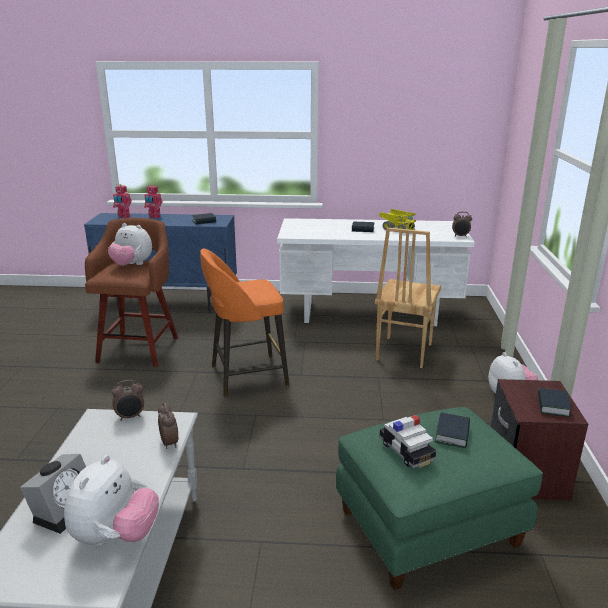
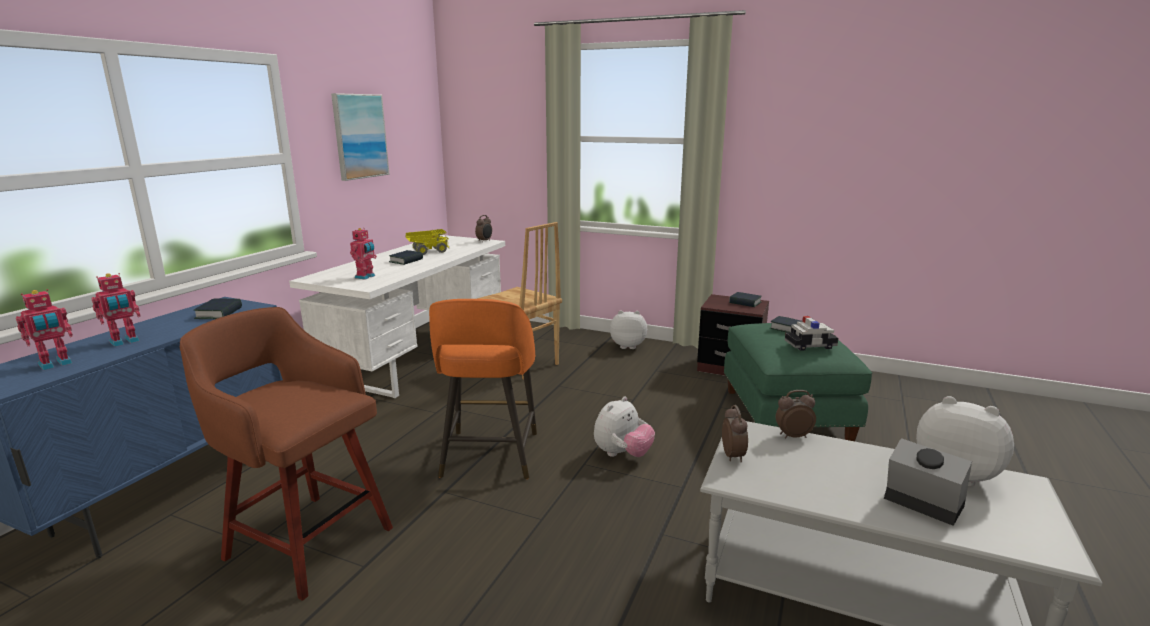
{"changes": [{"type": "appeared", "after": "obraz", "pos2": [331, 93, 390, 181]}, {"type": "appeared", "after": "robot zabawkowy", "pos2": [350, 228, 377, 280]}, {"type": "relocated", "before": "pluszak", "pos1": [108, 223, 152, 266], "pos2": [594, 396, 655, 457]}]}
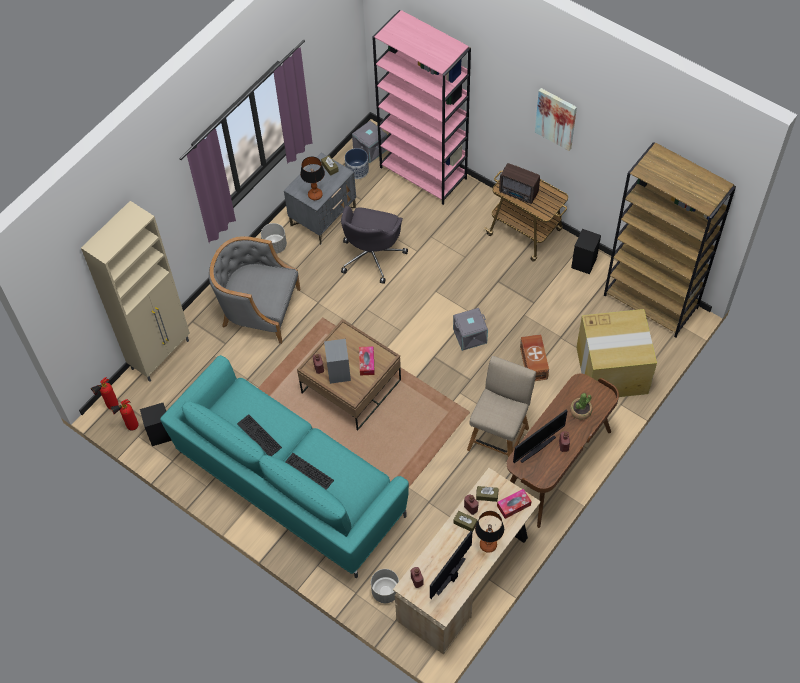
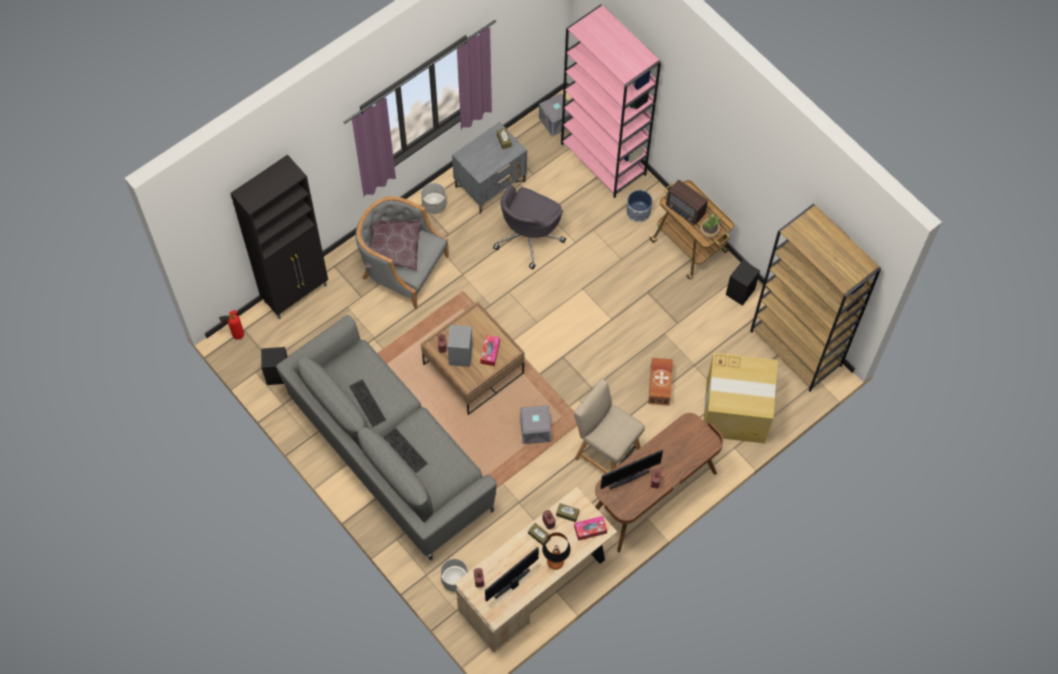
{"changes": [{"type": "colour", "before": "szafka/beżowy", "after": "szafka/czarny", "pos1": [81, 201, 190, 382], "pos2": [231, 155, 328, 319]}, {"type": "colour", "before": "kanapa/turkusowy", "after": "kanapa/szary", "pos1": [160, 355, 409, 578], "pos2": [276, 315, 496, 560]}, {"type": "appeared", "after": "poduszka/brązowy", "pos2": [365, 220, 422, 270]}, {"type": "relocated", "before": "pojemnik do przechowywania/szary", "pos1": [453, 308, 488, 351], "pos2": [519, 405, 552, 444]}, {"type": "spun", "before": "krzesło/beżowy", "pos1": [467, 356, 536, 457], "pos2": [574, 379, 645, 474], "turn": -90}, {"type": "relocated", "before": "donica", "pos1": [345, 148, 369, 179], "pos2": [626, 190, 652, 222]}, {"type": "relocated", "before": "roślina doniczkowa", "pos1": [570, 393, 593, 420], "pos2": [700, 214, 721, 239]}, {"type": "missing", "before": "gaśnica", "pos1": [110, 399, 139, 430]}, {"type": "missing", "before": "lampa stołowa", "pos1": [300, 156, 325, 200]}, {"type": "missing", "before": "obraz", "pos1": [535, 88, 577, 151]}]}
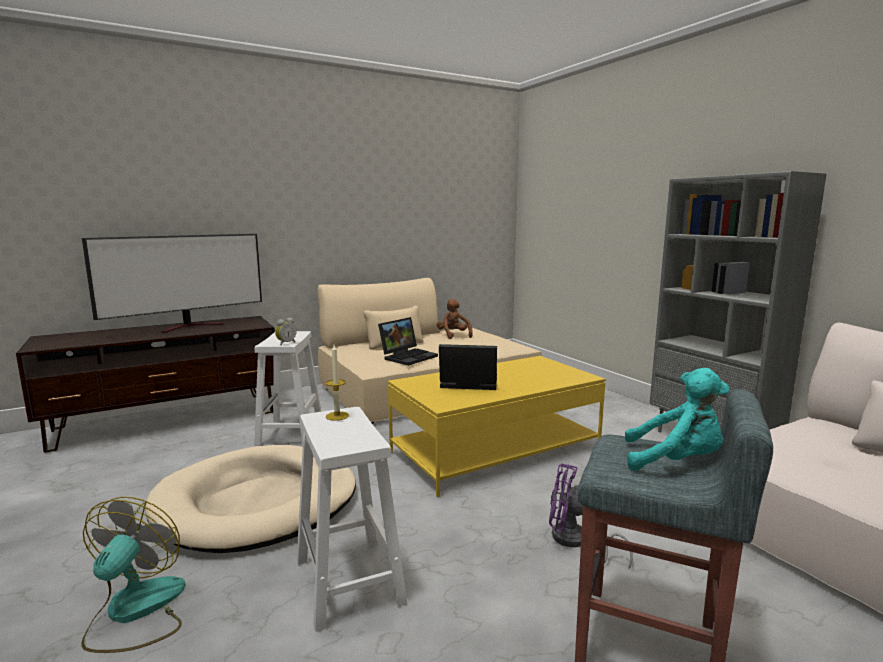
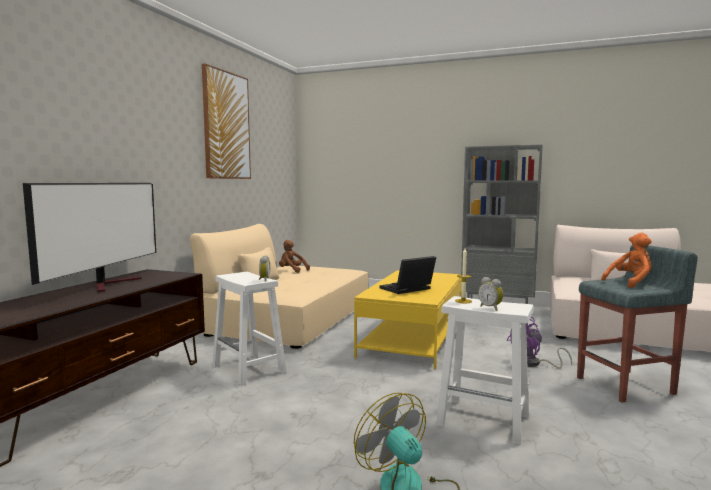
{"changes": [{"type": "appeared", "after": "obraz", "pos2": [202, 63, 251, 179]}, {"type": "appeared", "after": "budzik", "pos2": [478, 277, 503, 311]}, {"type": "colour", "before": "pluszak/turkusowy", "after": "pluszak/pomarańczowy", "pos1": [625, 368, 729, 471], "pos2": [601, 233, 652, 288]}, {"type": "missing", "before": "legowisko/beżowy", "pos1": [145, 445, 356, 553]}, {"type": "missing", "before": "laptop", "pos1": [378, 317, 438, 366]}]}
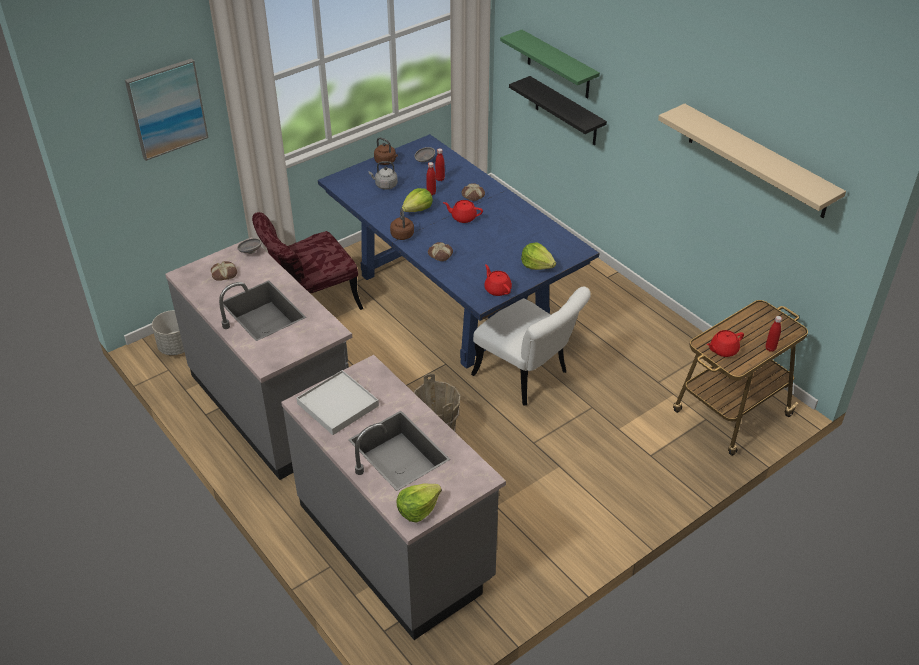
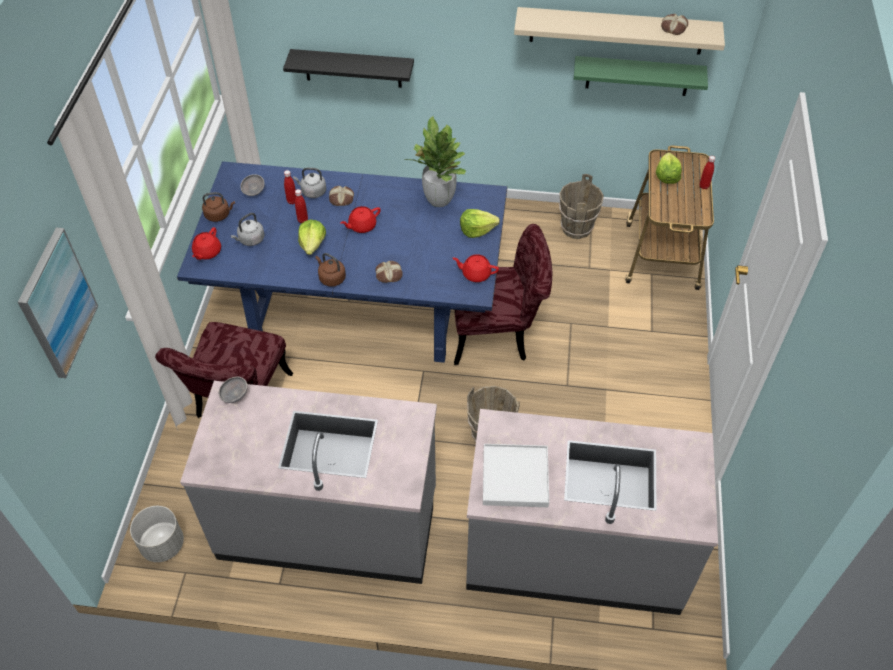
{"changes": [{"type": "relocated", "before": "imbryk/czerwony", "pos1": [707, 330, 744, 357], "pos2": [192, 227, 221, 260]}, {"type": "appeared", "after": "czajnik/szary", "pos2": [293, 168, 326, 198]}, {"type": "appeared", "after": "roślina doniczkowa", "pos2": [404, 116, 466, 207]}, {"type": "colour", "before": "krzesło/biały", "after": "krzesło/czerwony", "pos1": [471, 286, 591, 406], "pos2": [451, 224, 553, 365]}, {"type": "appeared", "after": "wiadro/brązowy", "pos2": [559, 174, 604, 239]}, {"type": "relocated", "before": "półka/zielony", "pos1": [500, 30, 600, 99], "pos2": [574, 56, 708, 96]}, {"type": "relocated", "before": "sałata", "pos1": [396, 484, 442, 523], "pos2": [656, 152, 682, 184]}, {"type": "relocated", "before": "chleb", "pos1": [211, 261, 237, 281], "pos2": [661, 14, 688, 35]}]}
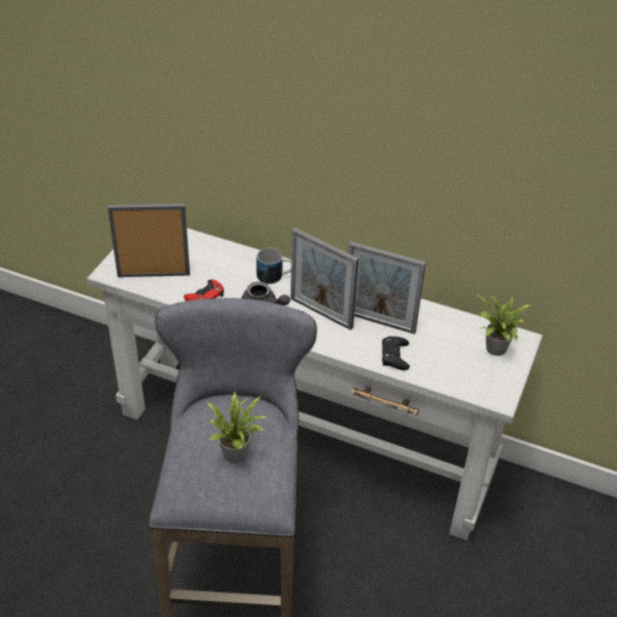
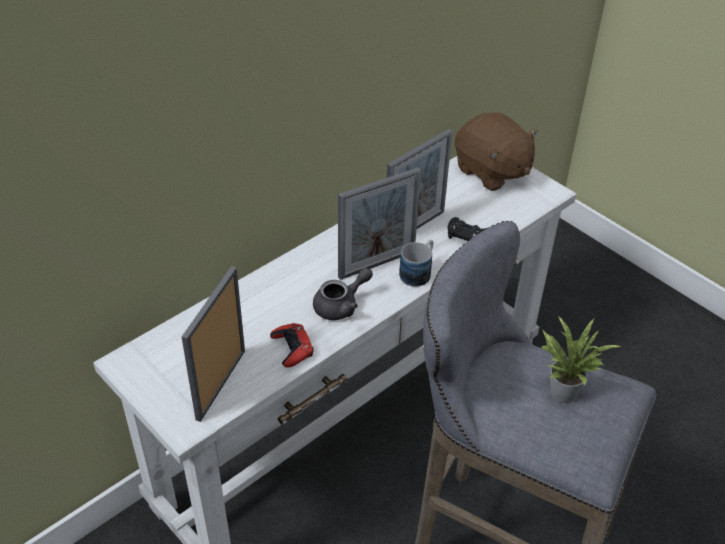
{"changes": [{"type": "relocated", "before": "kubek", "pos1": [257, 248, 291, 284], "pos2": [399, 240, 433, 287]}, {"type": "exchanged", "before": "roślina doniczkowa", "after": "pluszak/brązowy", "pos1": [475, 294, 531, 356], "pos2": [455, 112, 538, 191]}]}
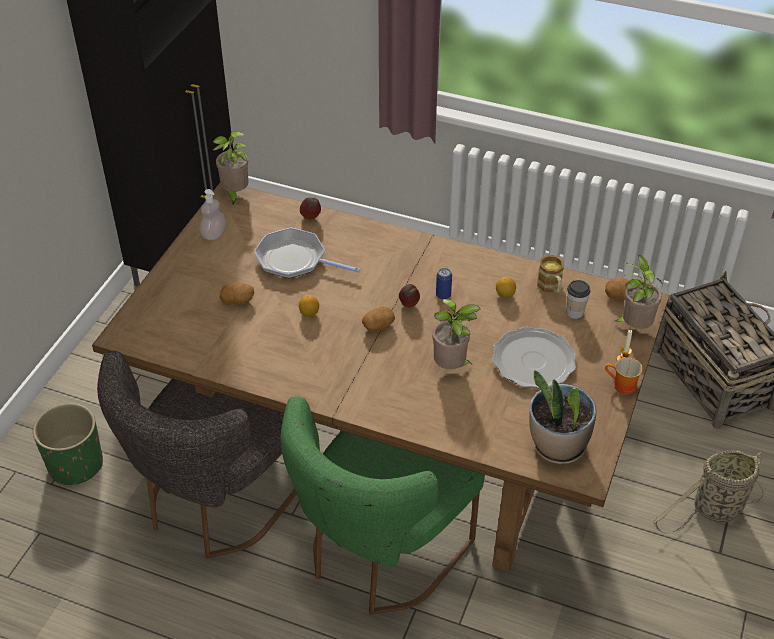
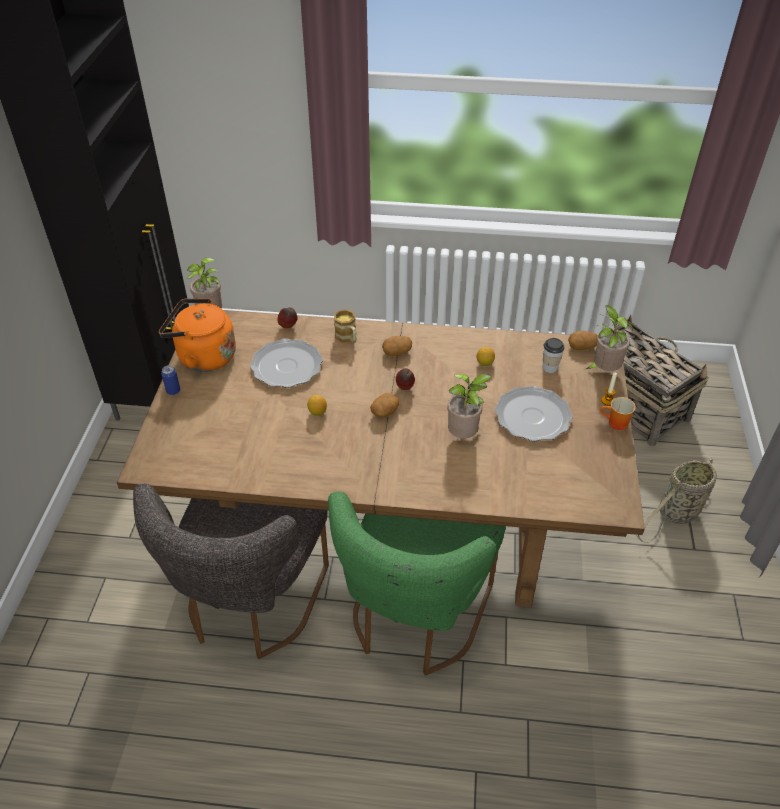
{"changes": [{"type": "exchanged", "before": "dozownik mydła", "after": "czajnik/pomarańczowy", "pos1": [200, 189, 226, 240], "pos2": [159, 298, 236, 372]}, {"type": "relocated", "before": "puszka", "pos1": [436, 268, 452, 300], "pos2": [161, 365, 180, 395]}, {"type": "exchanged", "before": "patelnia", "after": "talerz", "pos1": [254, 228, 361, 278], "pos2": [250, 339, 323, 388]}, {"type": "relocated", "before": "kubek", "pos1": [537, 255, 564, 295], "pos2": [334, 309, 357, 343]}, {"type": "relocated", "before": "ziemniak", "pos1": [220, 282, 254, 305], "pos2": [382, 336, 412, 356]}, {"type": "missing", "before": "donica/zielony", "pos1": [33, 403, 103, 486]}, {"type": "missing", "before": "roślina doniczkowa", "pos1": [529, 370, 597, 464]}]}
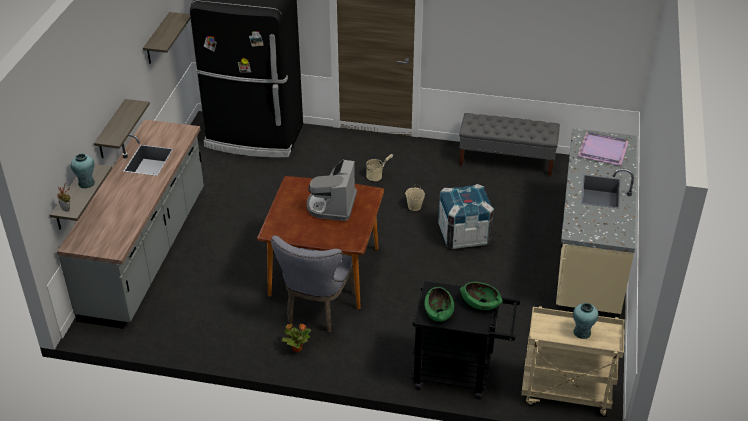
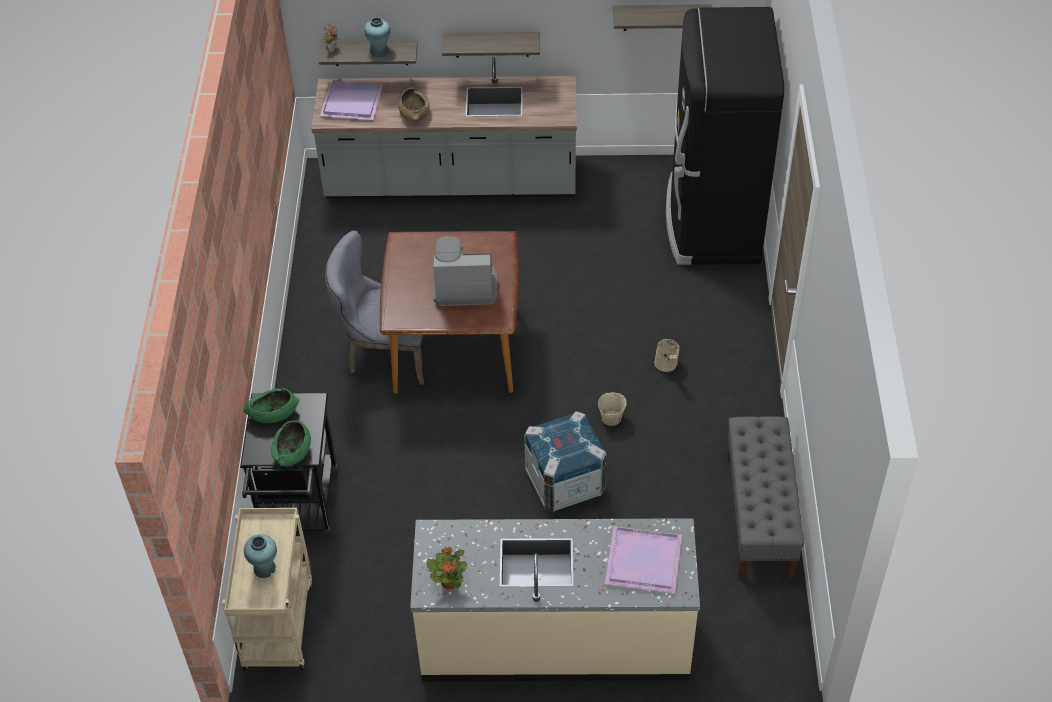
{"changes": [{"type": "appeared", "after": "taca/fioletowy", "pos2": [320, 81, 383, 120]}, {"type": "appeared", "after": "miska/brązowy", "pos2": [398, 87, 430, 123]}, {"type": "relocated", "before": "roślina doniczkowa", "pos1": [282, 323, 311, 352], "pos2": [427, 547, 467, 590]}]}
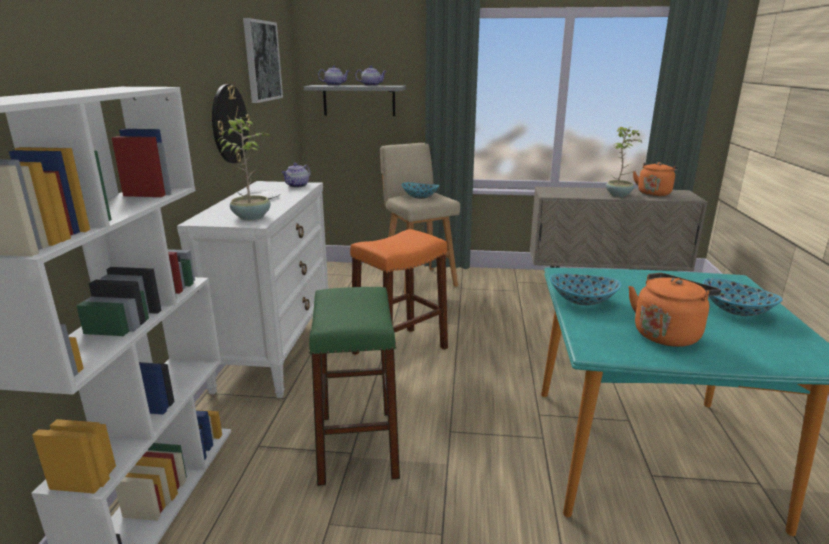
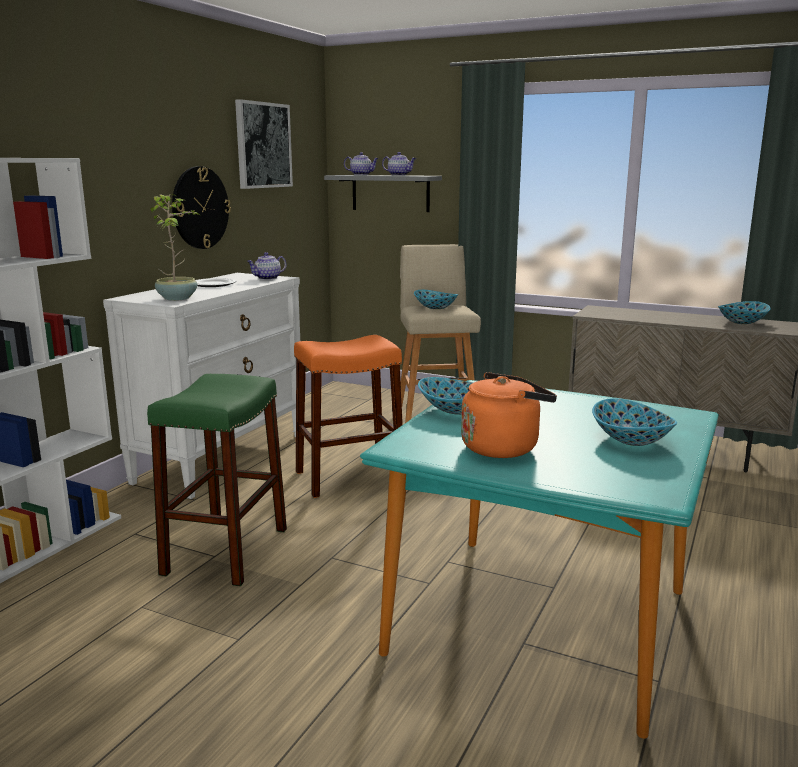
{"changes": [{"type": "exchanged", "before": "czajnik/pomarańczowy", "after": "miska", "pos1": [633, 162, 678, 196], "pos2": [718, 301, 771, 324]}, {"type": "missing", "before": "roślina doniczkowa", "pos1": [606, 127, 642, 197]}]}
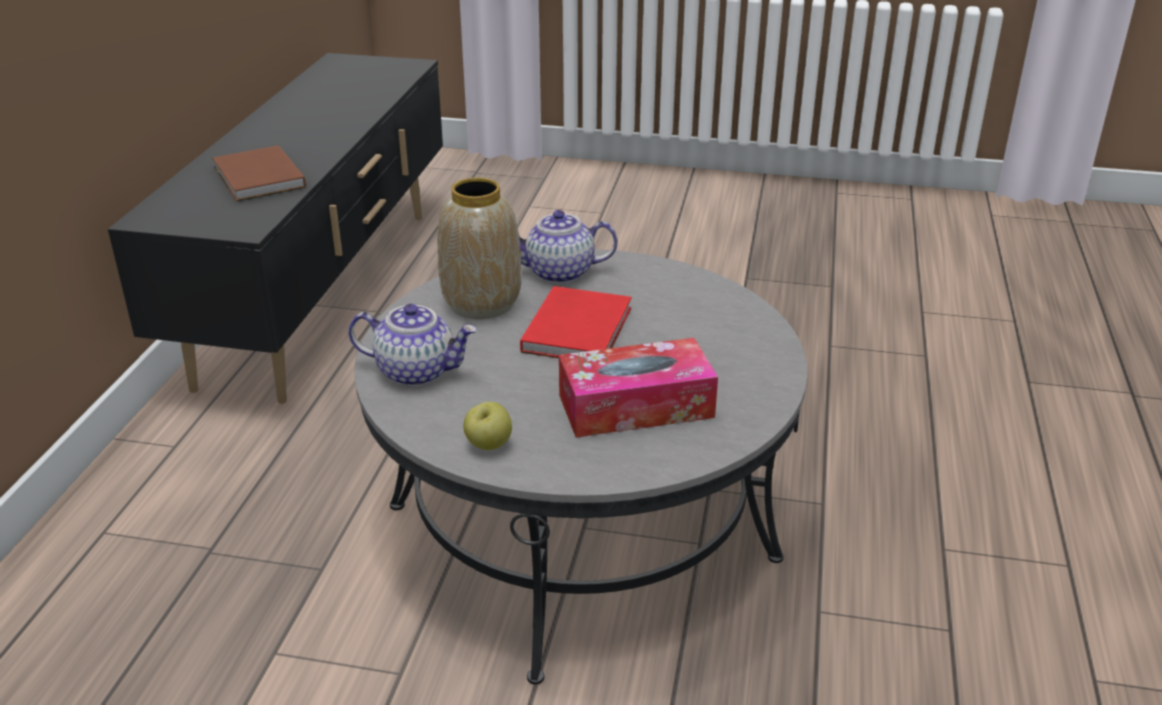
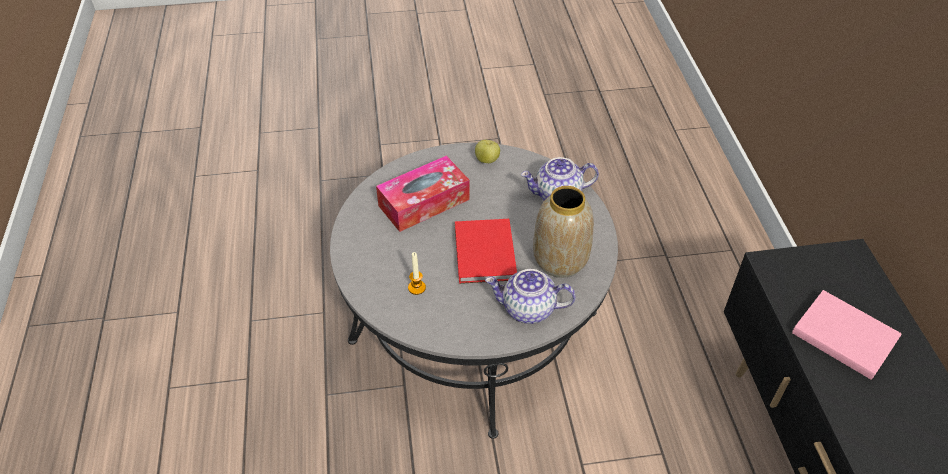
{"changes": [{"type": "appeared", "after": "świeca", "pos2": [408, 252, 426, 295]}, {"type": "spun", "before": "imbryk", "pos1": [519, 210, 618, 284], "pos2": [485, 269, 576, 324], "turn": -150}, {"type": "colour", "before": "książka/brązowy", "after": "książka/różowy", "pos1": [212, 145, 306, 201], "pos2": [792, 290, 902, 380]}]}
